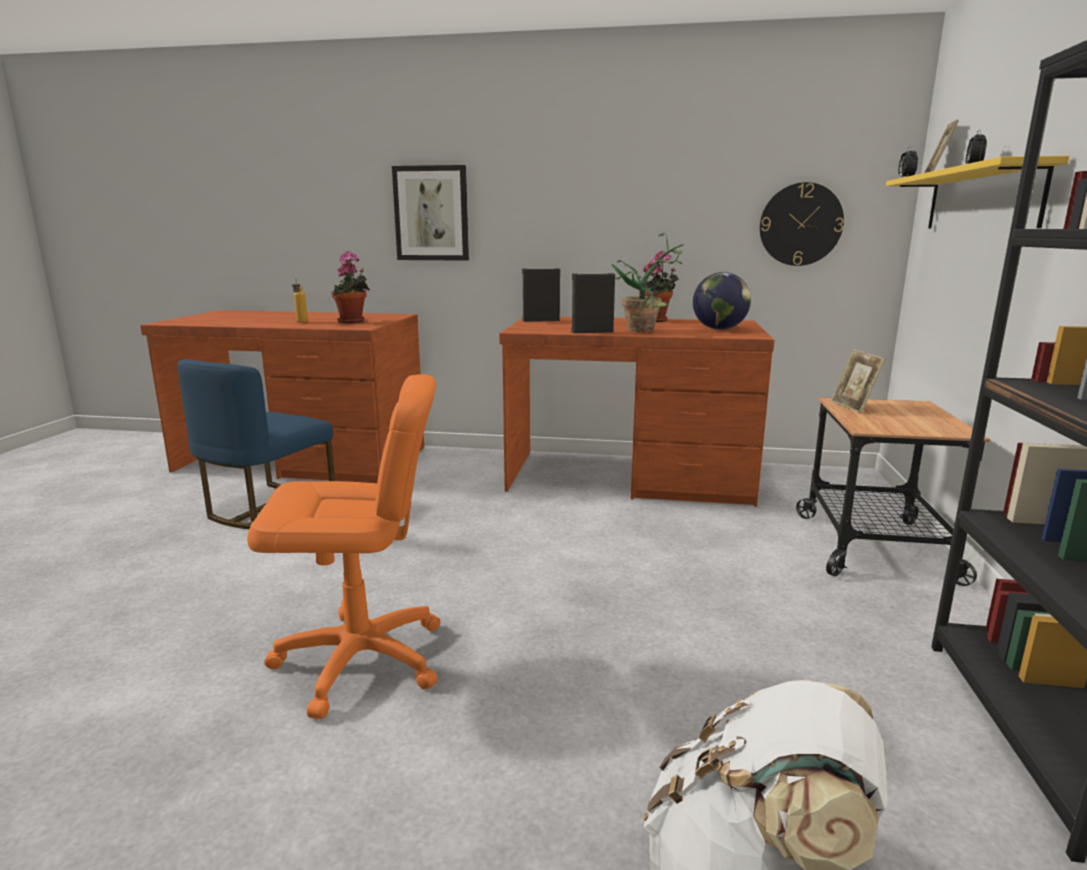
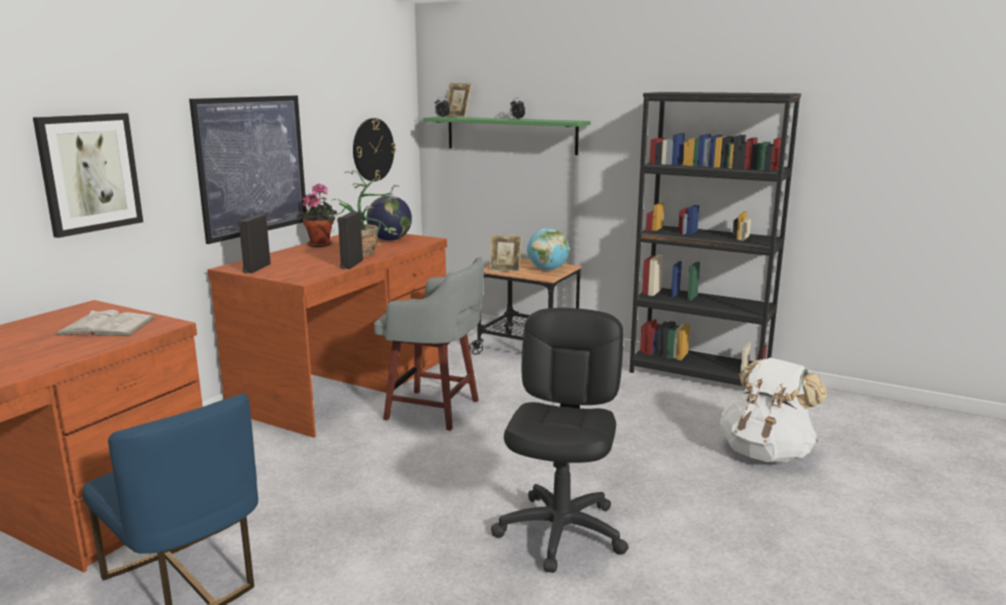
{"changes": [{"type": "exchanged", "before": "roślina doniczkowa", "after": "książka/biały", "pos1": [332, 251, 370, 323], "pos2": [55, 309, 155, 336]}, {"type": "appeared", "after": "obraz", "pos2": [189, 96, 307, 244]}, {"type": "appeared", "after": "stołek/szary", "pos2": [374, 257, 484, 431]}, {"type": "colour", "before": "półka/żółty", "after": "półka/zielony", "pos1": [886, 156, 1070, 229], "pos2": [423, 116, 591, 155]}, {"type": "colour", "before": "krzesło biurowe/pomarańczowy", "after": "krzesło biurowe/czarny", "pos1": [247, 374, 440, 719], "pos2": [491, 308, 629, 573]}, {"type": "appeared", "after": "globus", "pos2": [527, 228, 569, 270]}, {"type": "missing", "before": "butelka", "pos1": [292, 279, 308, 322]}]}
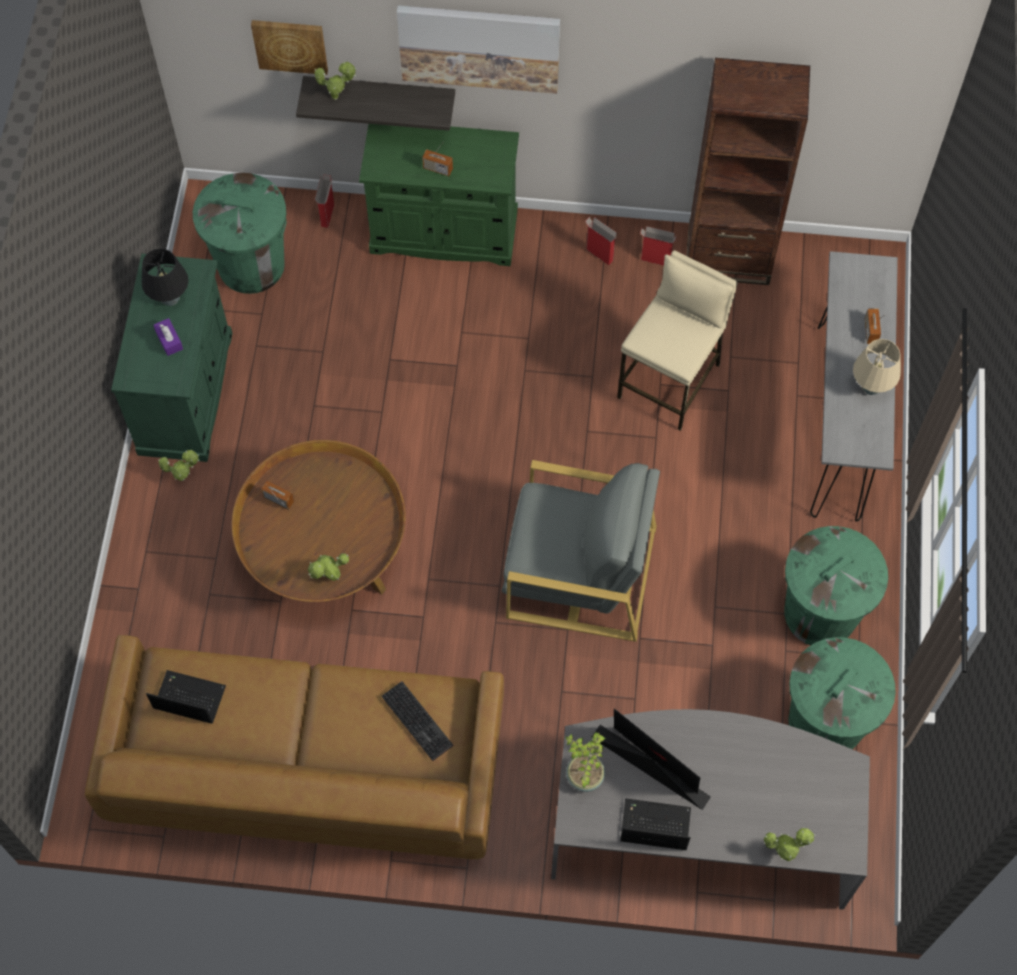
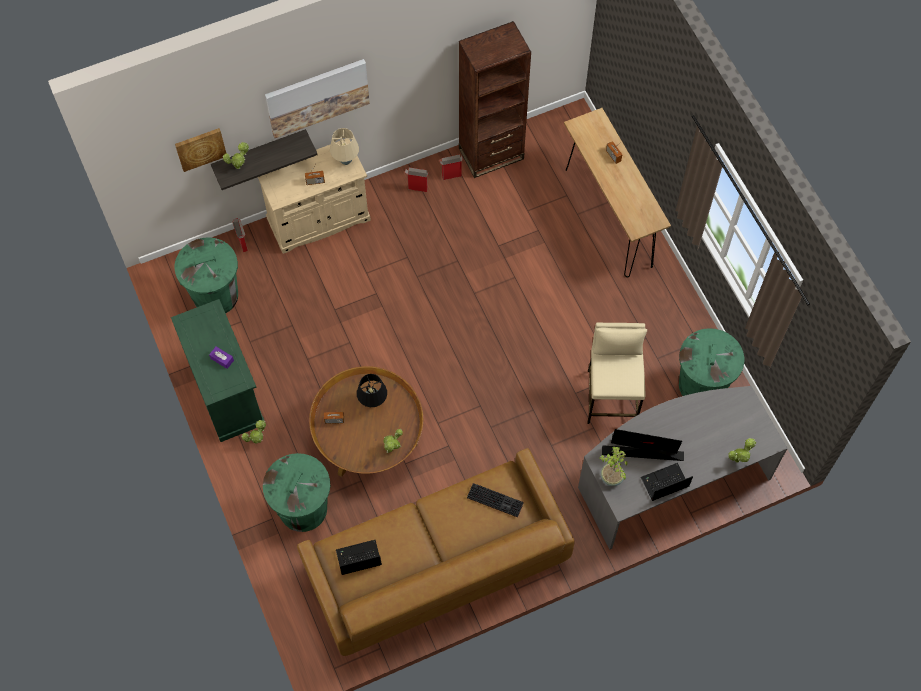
{"changes": [{"type": "colour", "before": "szafka/zielony", "after": "szafka/beżowy", "pos1": [359, 124, 519, 266], "pos2": [258, 139, 371, 254]}, {"type": "relocated", "before": "kosz na śmieci/zielony", "pos1": [784, 526, 888, 645], "pos2": [263, 453, 330, 532]}, {"type": "relocated", "before": "lampa stołowa/beżowy", "pos1": [853, 339, 901, 395], "pos2": [330, 128, 359, 165]}, {"type": "relocated", "before": "lampa stołowa/czarny", "pos1": [142, 248, 189, 306], "pos2": [357, 374, 387, 407]}, {"type": "colour", "before": "stolik konsolowy/szary", "after": "stolik konsolowy/brązowy", "pos1": [810, 251, 898, 522], "pos2": [564, 108, 671, 277]}, {"type": "relocated", "before": "stołek/beżowy", "pos1": [617, 250, 738, 431], "pos2": [587, 323, 647, 424]}, {"type": "missing", "before": "fotel/szary", "pos1": [502, 460, 660, 642]}]}
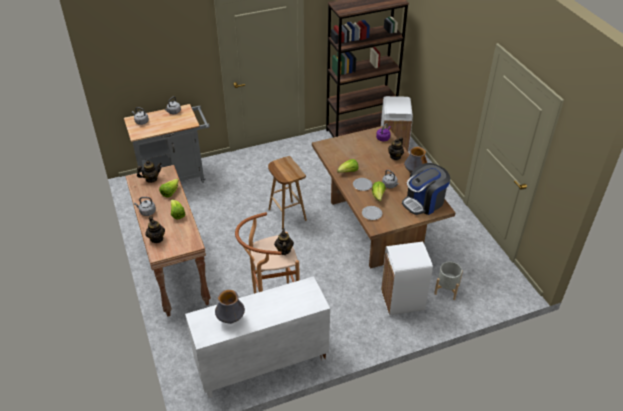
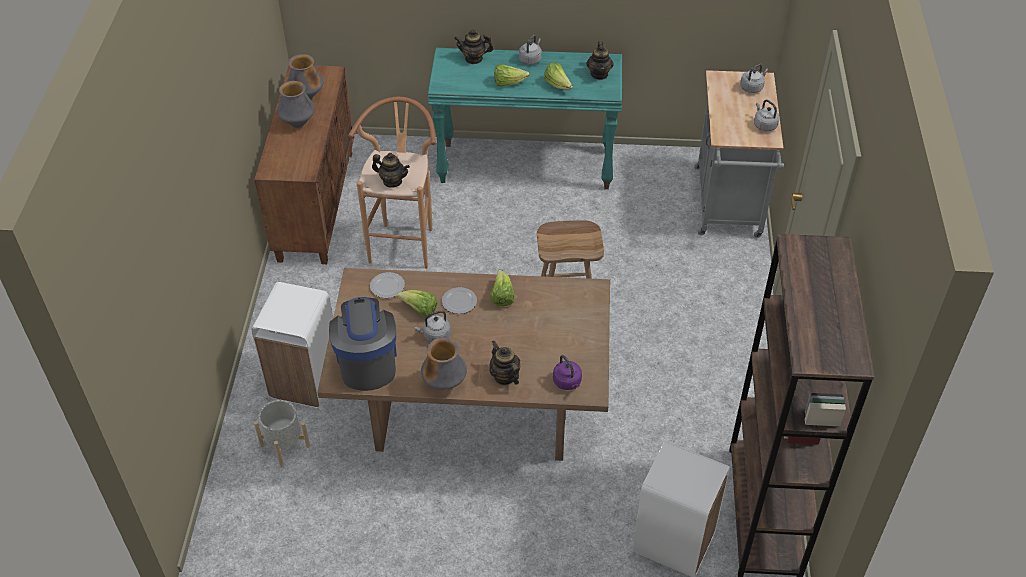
{"changes": [{"type": "colour", "before": "szafka/biały", "after": "szafka/brązowy", "pos1": [185, 276, 330, 398], "pos2": [254, 65, 354, 264]}, {"type": "appeared", "after": "wazon", "pos2": [277, 81, 315, 128]}, {"type": "colour", "before": "stolik konsolowy/brązowy", "after": "stolik konsolowy/turkusowy", "pos1": [126, 165, 211, 317], "pos2": [428, 48, 622, 190]}]}
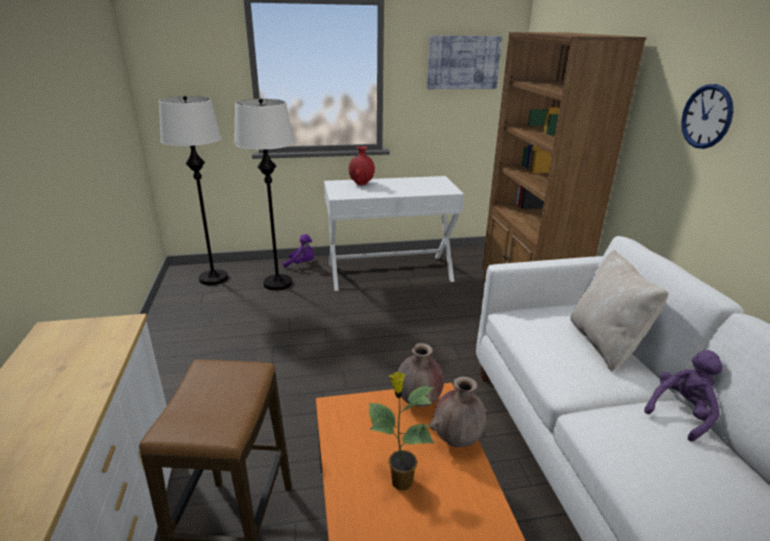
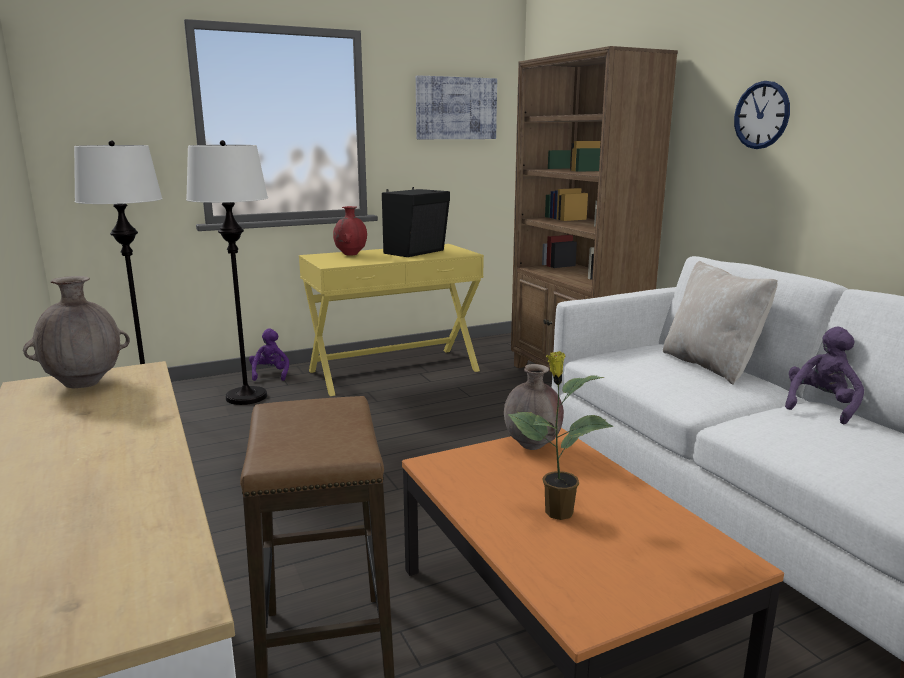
{"changes": [{"type": "relocated", "before": "wazon/brązowy", "pos1": [430, 376, 488, 447], "pos2": [23, 276, 130, 388]}, {"type": "spun", "before": "pluszak/fioletowy", "pos1": [283, 234, 314, 268], "pos2": [249, 328, 289, 381], "turn": -90}, {"type": "colour", "before": "stolik konsolowy/biały", "after": "stolik konsolowy/żółty", "pos1": [324, 176, 464, 291], "pos2": [299, 244, 484, 396]}, {"type": "appeared", "after": "głośnik/czarny", "pos2": [382, 187, 450, 257]}]}
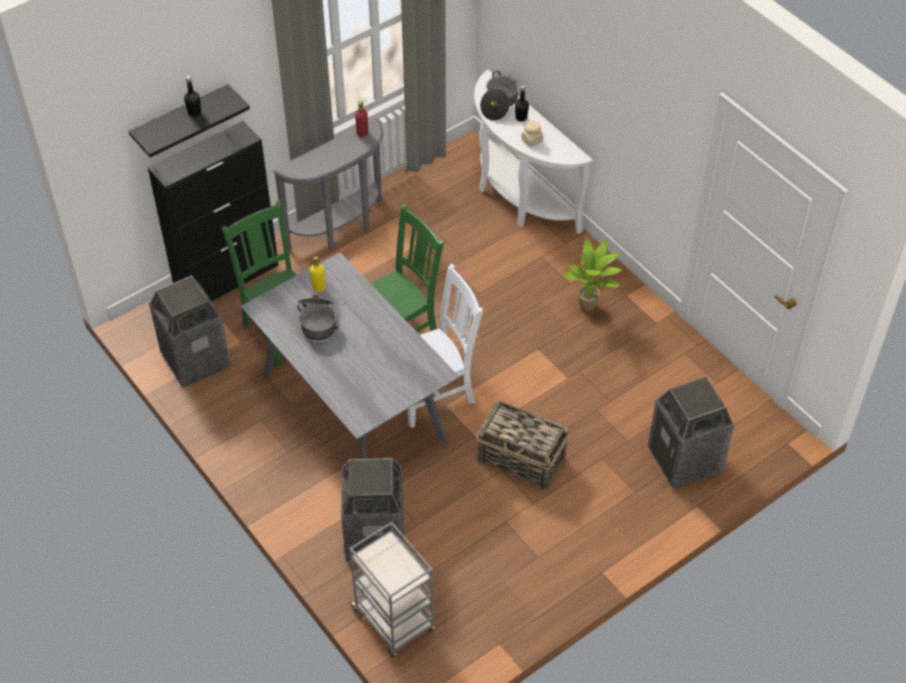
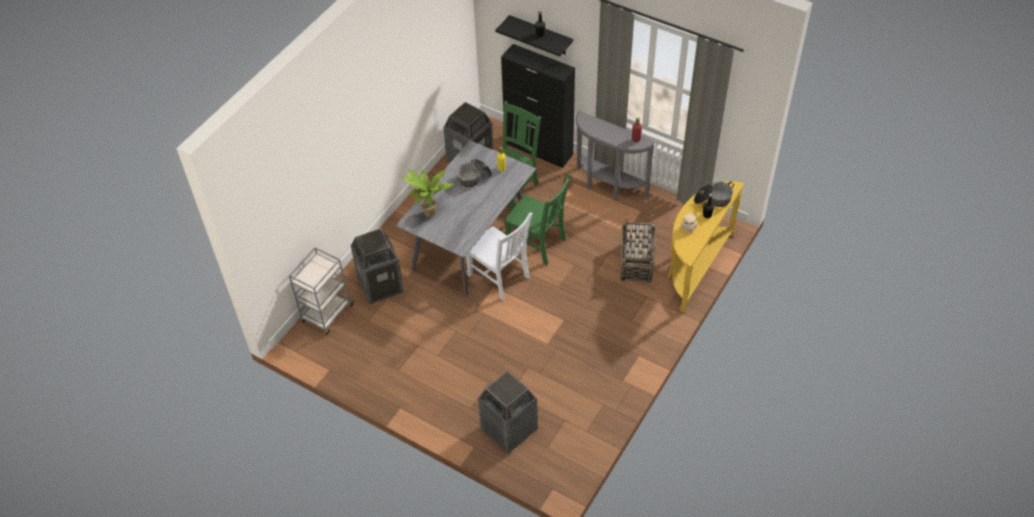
{"changes": [{"type": "relocated", "before": "roślina doniczkowa", "pos1": [561, 237, 623, 311], "pos2": [402, 169, 455, 217]}, {"type": "relocated", "before": "koszyk", "pos1": [476, 401, 569, 491], "pos2": [619, 220, 655, 283]}, {"type": "colour", "before": "stolik konsolowy/biały", "after": "stolik konsolowy/żółty", "pos1": [474, 69, 593, 234], "pos2": [667, 181, 745, 312]}]}
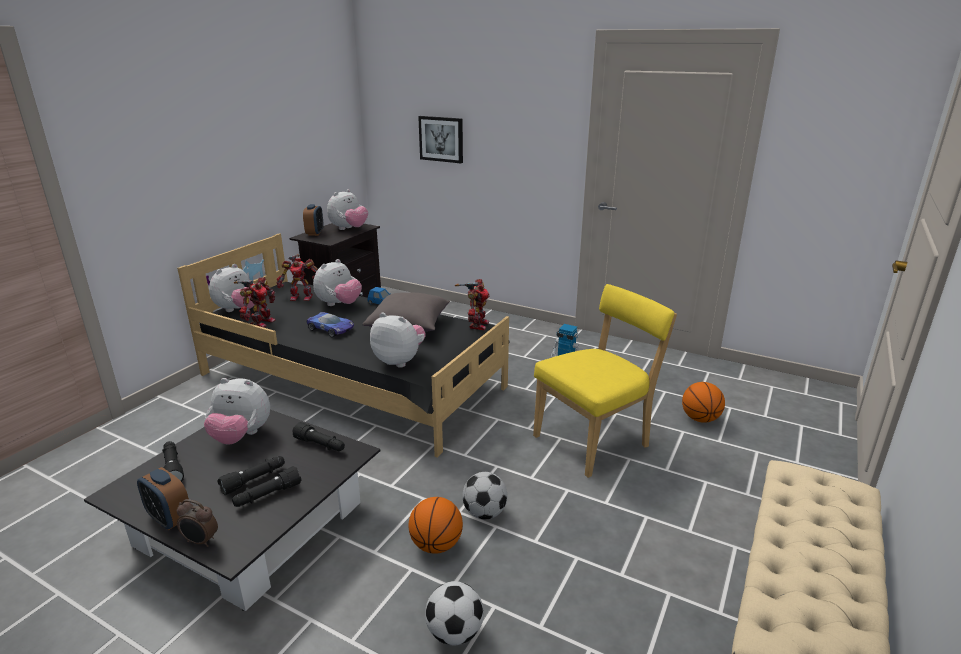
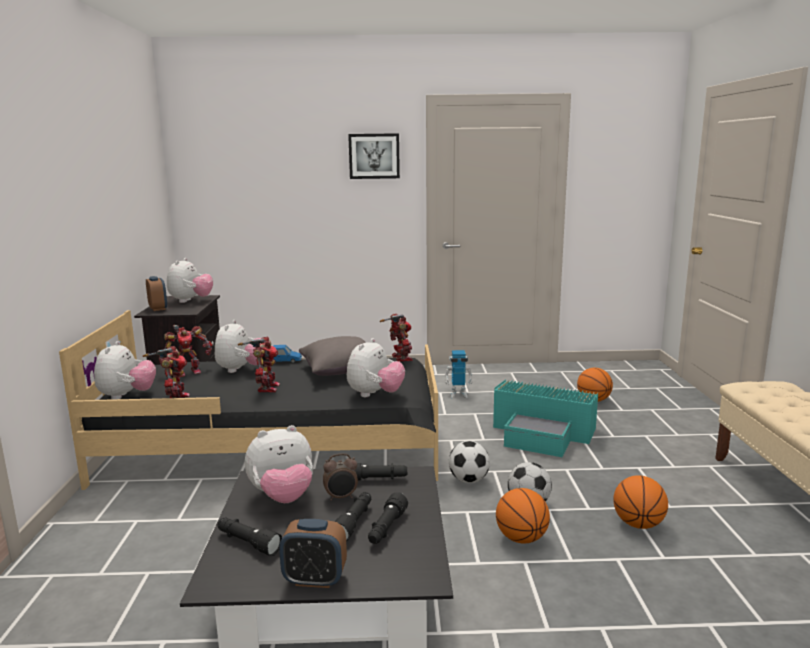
{"changes": [{"type": "exchanged", "before": "samochodzik", "after": "robot zabawkowy", "pos1": [306, 312, 354, 337], "pos2": [238, 336, 280, 392]}, {"type": "relocated", "before": "budzik", "pos1": [177, 499, 218, 547], "pos2": [323, 453, 358, 501]}, {"type": "spun", "before": "pluszak", "pos1": [370, 313, 426, 368], "pos2": [347, 338, 405, 397], "turn": 120}, {"type": "relocated", "before": "obraz", "pos1": [418, 116, 463, 163], "pos2": [348, 133, 400, 179]}, {"type": "relocated", "before": "piłka futbolowa", "pos1": [425, 581, 483, 645], "pos2": [449, 441, 490, 483]}, {"type": "exchanged", "before": "krzesło/żółty", "after": "pojemnik do przechowywania/turkusowy", "pos1": [533, 284, 677, 478], "pos2": [493, 379, 598, 457]}, {"type": "appeared", "after": "piłka do koszykówki", "pos2": [613, 475, 668, 529]}]}
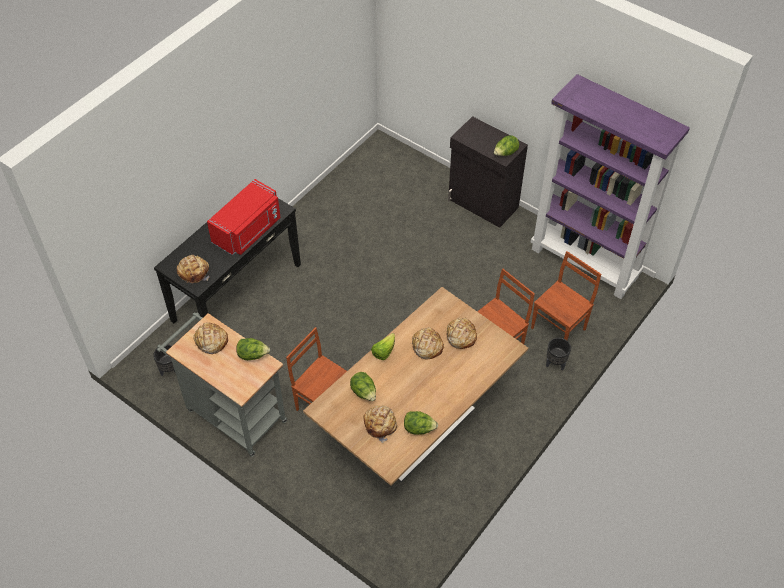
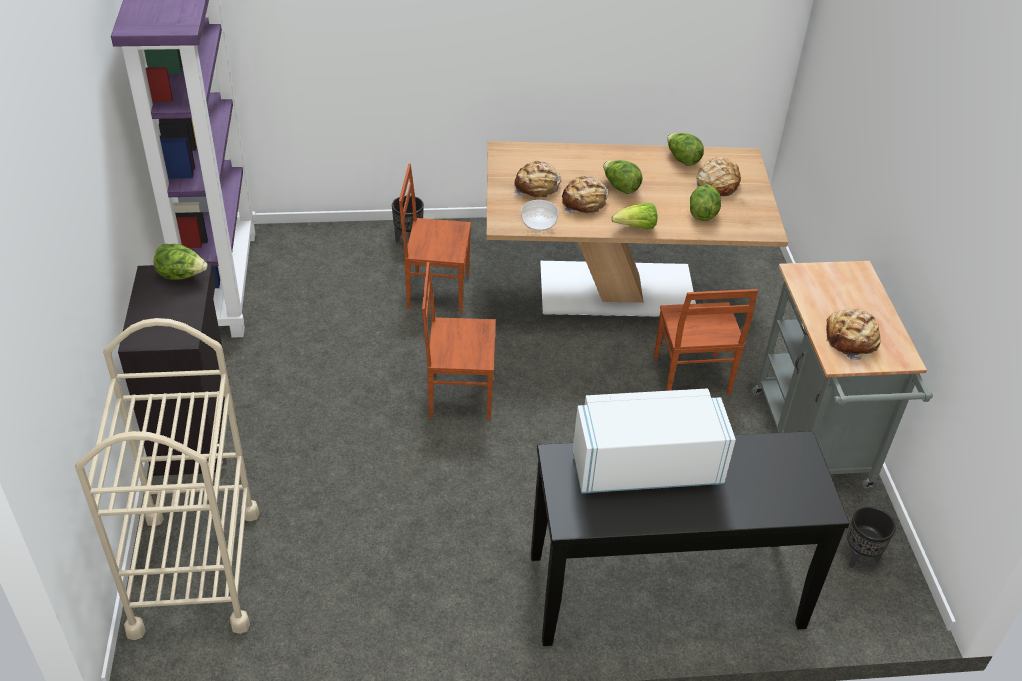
{"changes": [{"type": "appeared", "after": "wózek/beżowy", "pos2": [75, 318, 260, 640]}, {"type": "relocated", "before": "krzesło/brązowy", "pos1": [531, 251, 601, 340], "pos2": [422, 262, 496, 420]}, {"type": "appeared", "after": "miska", "pos2": [521, 200, 558, 231]}, {"type": "colour", "before": "mikrofalówka/czerwony", "after": "mikrofalówka/biały", "pos1": [207, 179, 281, 256], "pos2": [573, 389, 736, 494]}, {"type": "relocated", "before": "sałata", "pos1": [236, 338, 270, 360], "pos2": [603, 160, 642, 194]}, {"type": "missing", "before": "chleb", "pos1": [177, 255, 209, 283]}]}
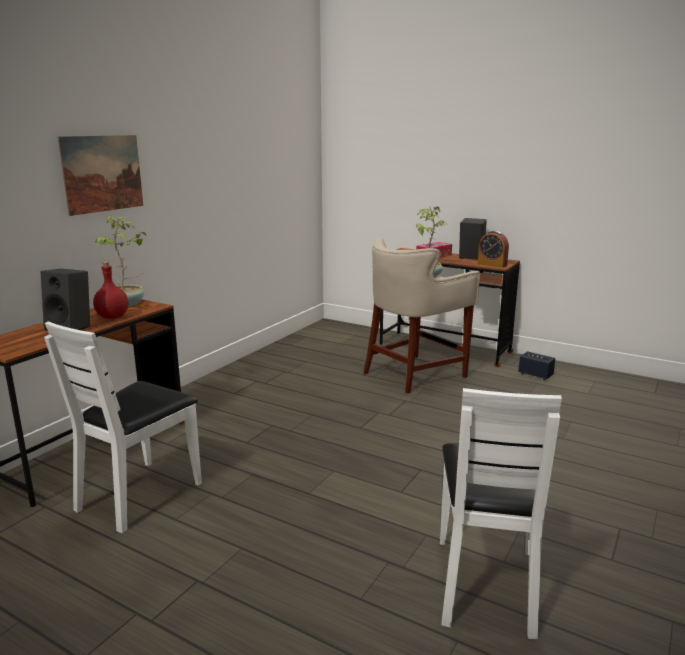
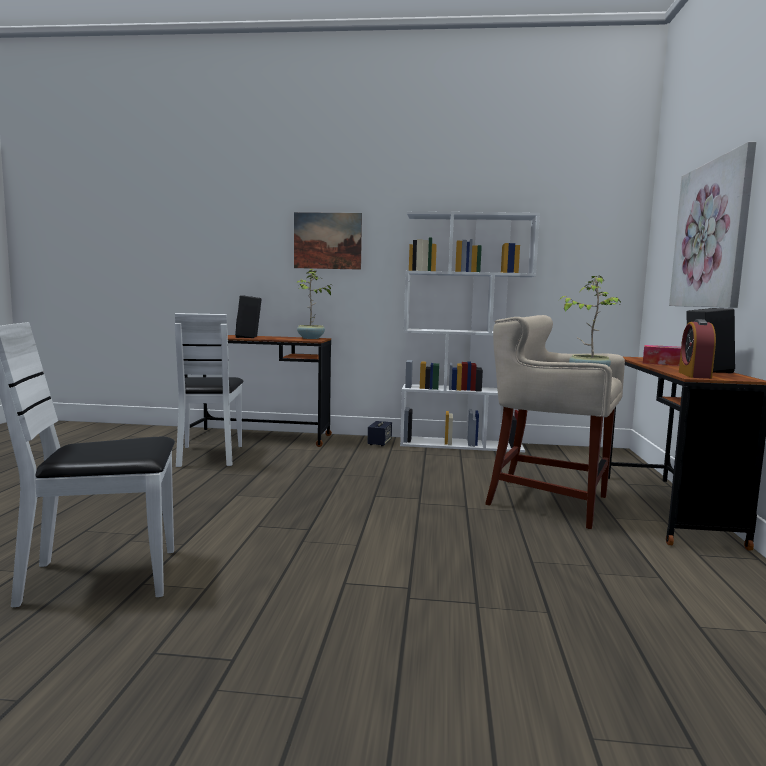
{"changes": [{"type": "spun", "before": "krzesło/biały", "pos1": [44, 321, 202, 533], "pos2": [175, 313, 244, 467], "turn": -105}, {"type": "relocated", "before": "głośnik", "pos1": [518, 351, 555, 380], "pos2": [368, 421, 392, 446]}, {"type": "appeared", "after": "regał/biały", "pos2": [400, 211, 540, 452]}, {"type": "appeared", "after": "obraz", "pos2": [669, 142, 756, 308]}, {"type": "missing", "before": "butelka/czerwony", "pos1": [93, 262, 128, 319]}]}
